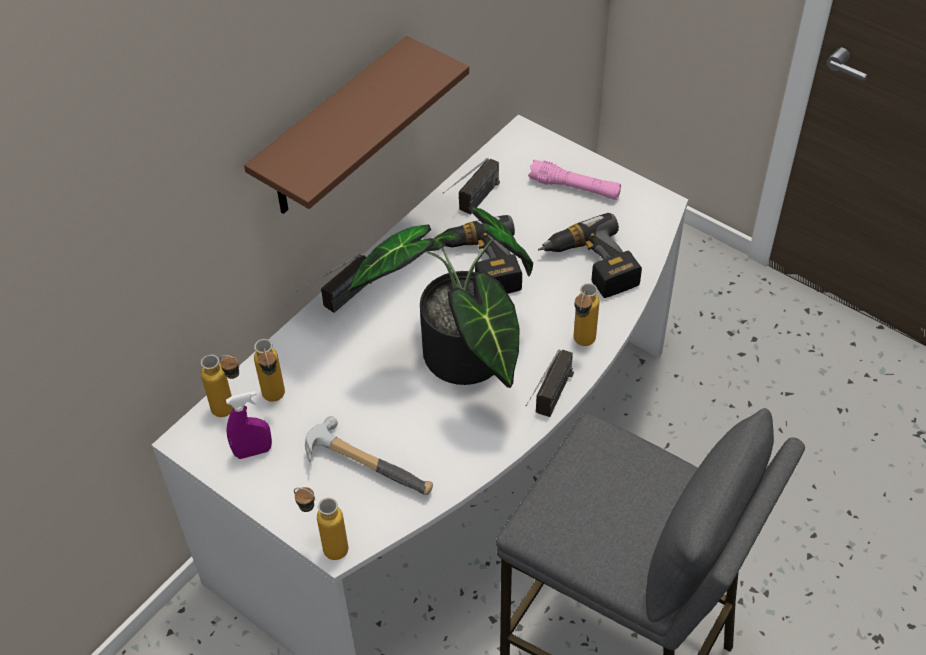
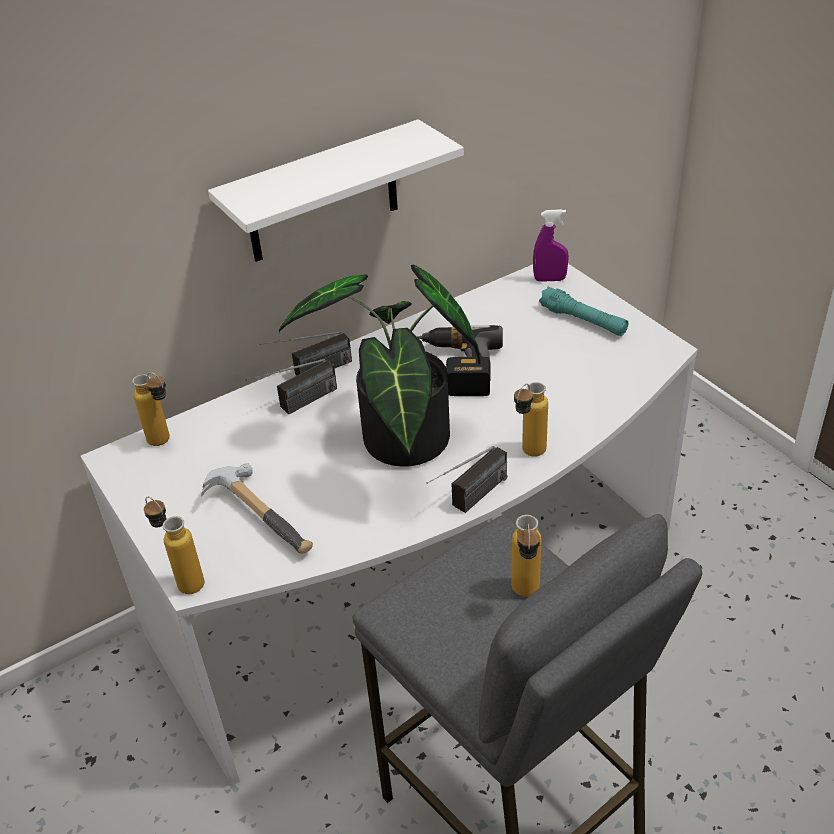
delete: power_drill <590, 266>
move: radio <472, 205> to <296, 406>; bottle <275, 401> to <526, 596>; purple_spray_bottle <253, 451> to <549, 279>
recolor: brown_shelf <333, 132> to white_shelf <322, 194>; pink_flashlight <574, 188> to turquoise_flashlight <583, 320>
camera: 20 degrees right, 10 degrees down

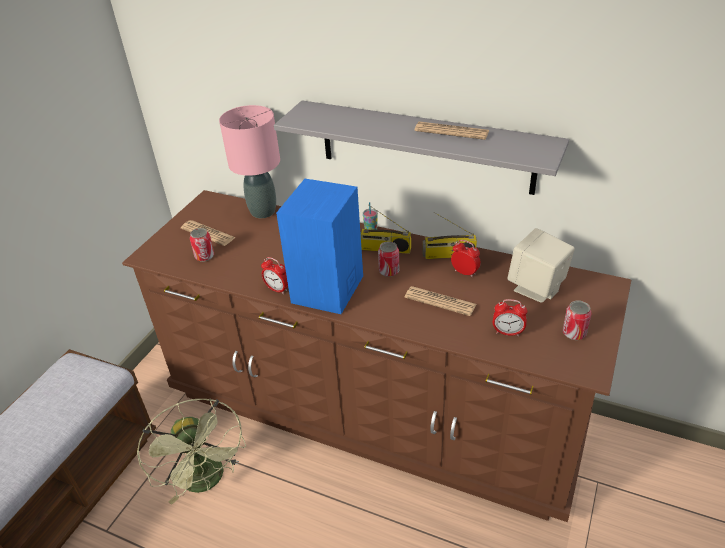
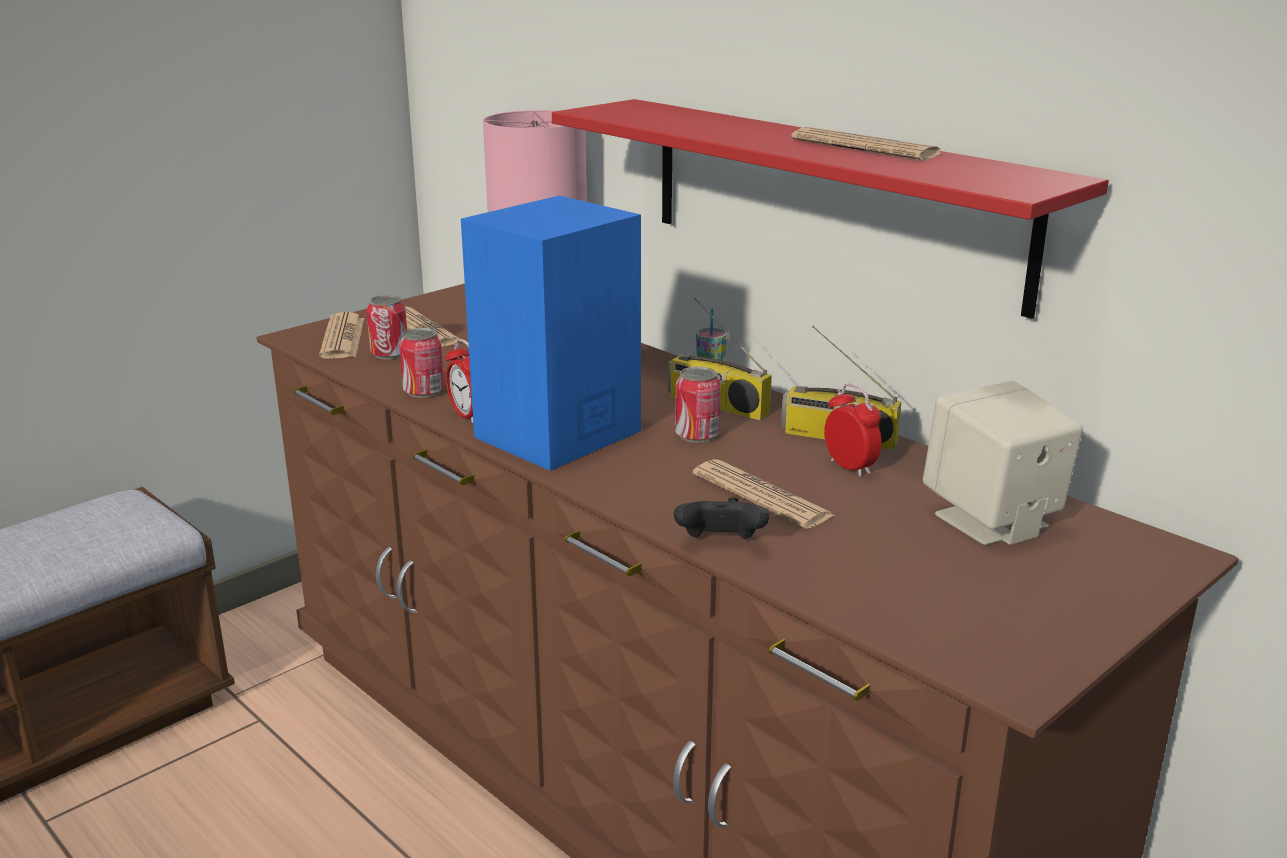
delete: green_fan <207, 481>; alarm_clock <508, 332>
insert: newspaper <342, 338>; black_game_controller <720, 544>
move: can <574, 333> to <423, 391>
recolor: grey_shelf <425, 147> to red_shelf <830, 199>
camera: 20 degrees right, 15 degrees down

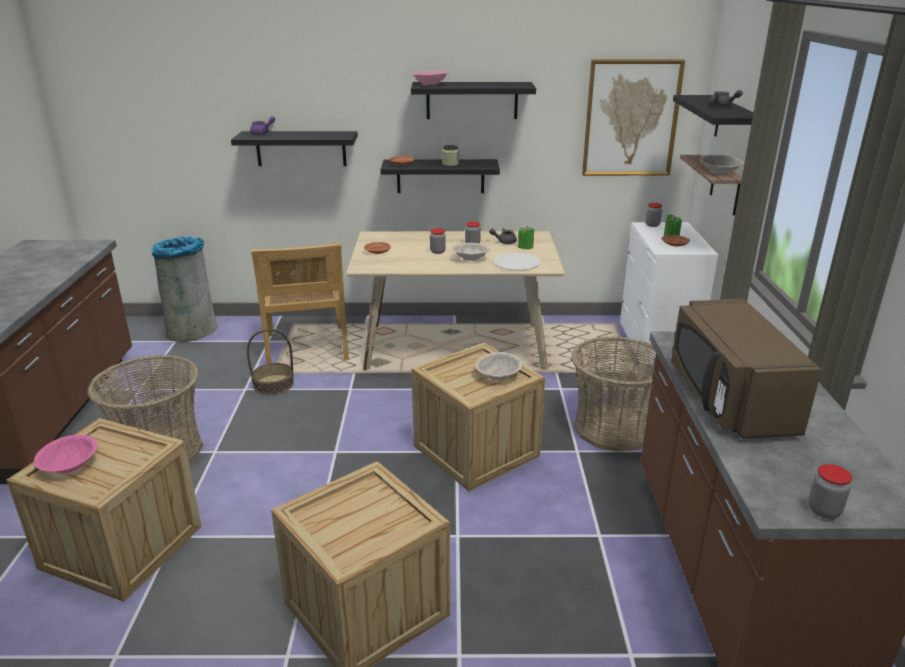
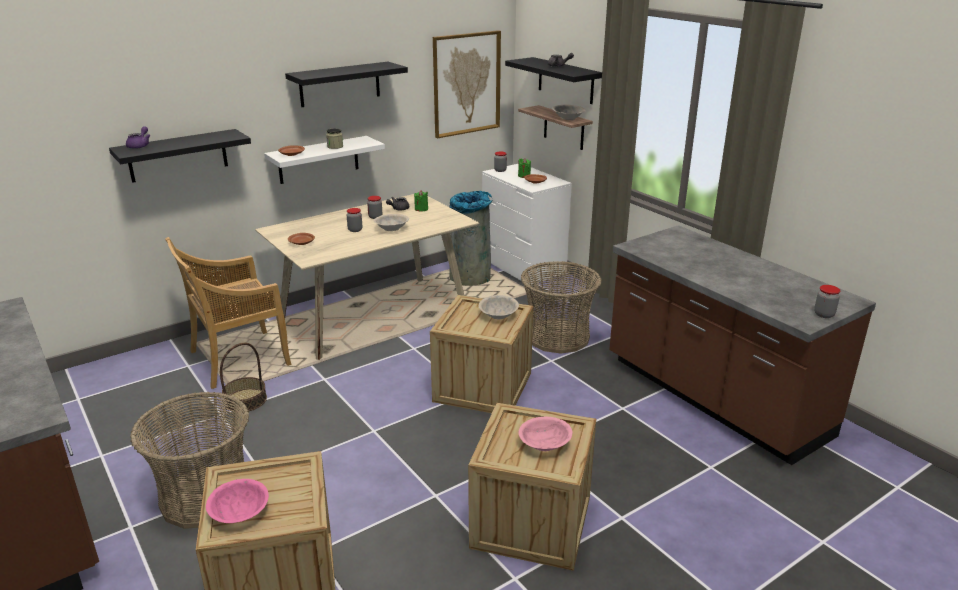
delete: white_plate <516, 263>; brown_microwave <728, 399>
move: grey_trash_can <192, 331> to <470, 276>; pink_bowl <430, 84> to <545, 444>
recolor: black_shelf <440, 176> to white_shelf <318, 160>
rotate: beige_chair <307, 348> = <238, 359> 105 degrees clockwise
camera: 35 degrees left, 0 degrees up

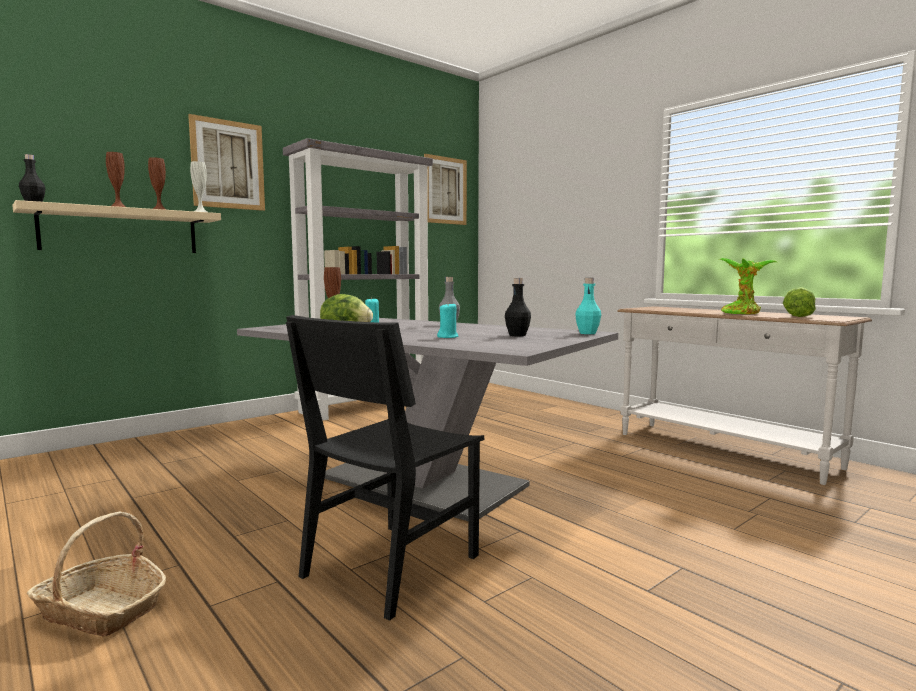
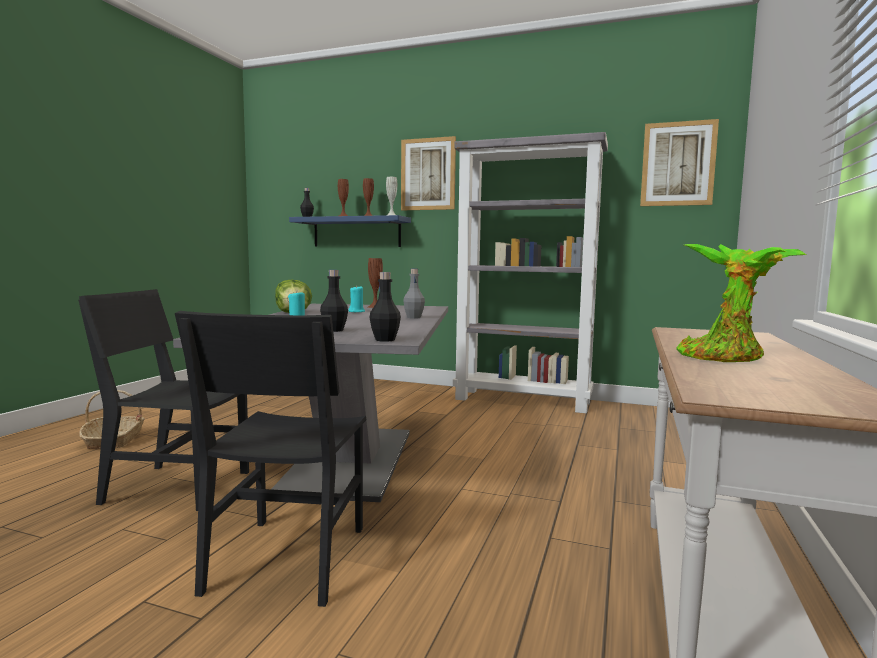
delete: lettuce <799, 316>
insert: black_chair <287, 558>
recolor: beige_shelf <121, 231> to blue_shelf <356, 232>; turquoise_bottle <587, 333> to black_bottle <385, 340>
camera: 60 degrees right, 0 degrees up

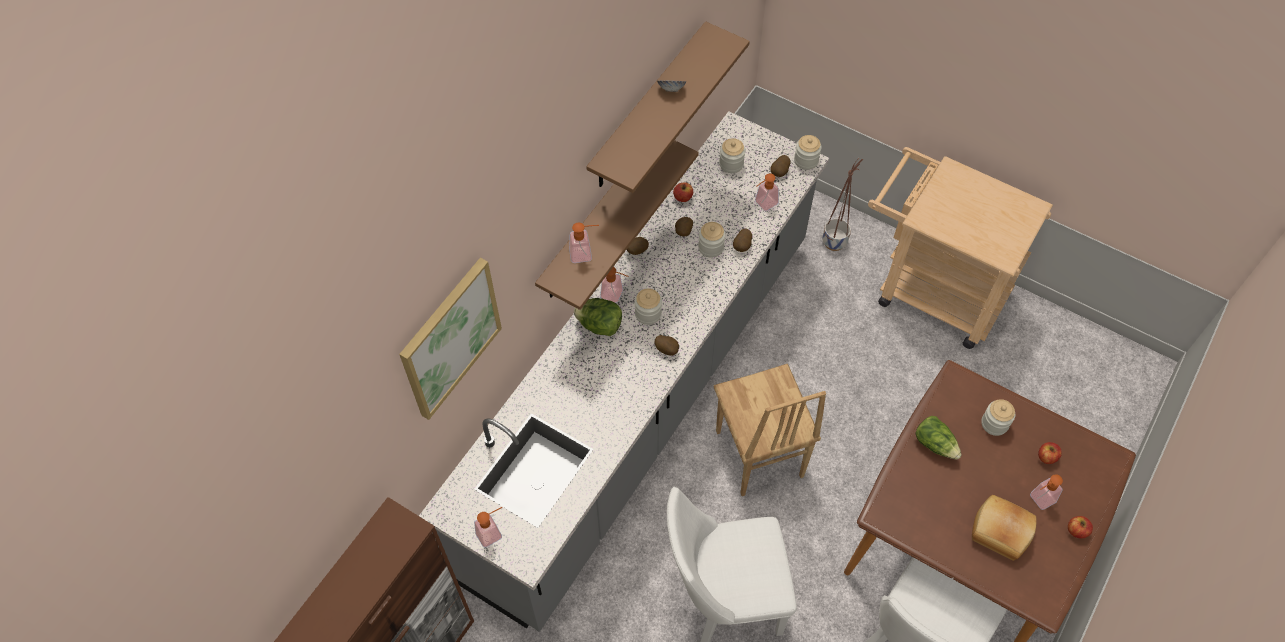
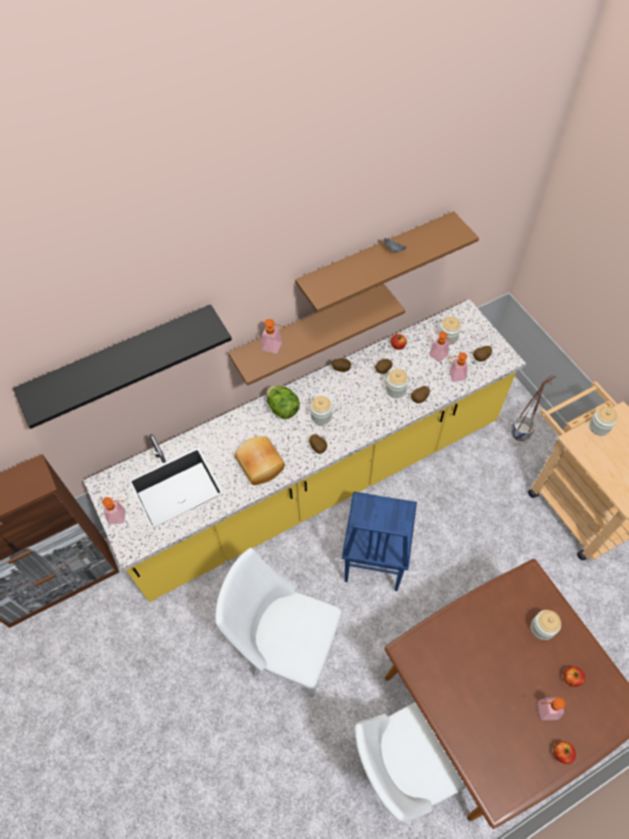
delete: lettuce <935, 443>
move: bread <999, 533> to <259, 465>; soap_dispenser <615, 295> to <440, 357>; jar <806, 160> to <599, 426>
replace: picture <450, 338> to black_shelf <121, 358>
recolor: grey_counter <642, 402> to yellow_counter <316, 481>; brown_chair <758, 455> to blue_chair <373, 558>
camera: 30 degrees right, 0 degrees up

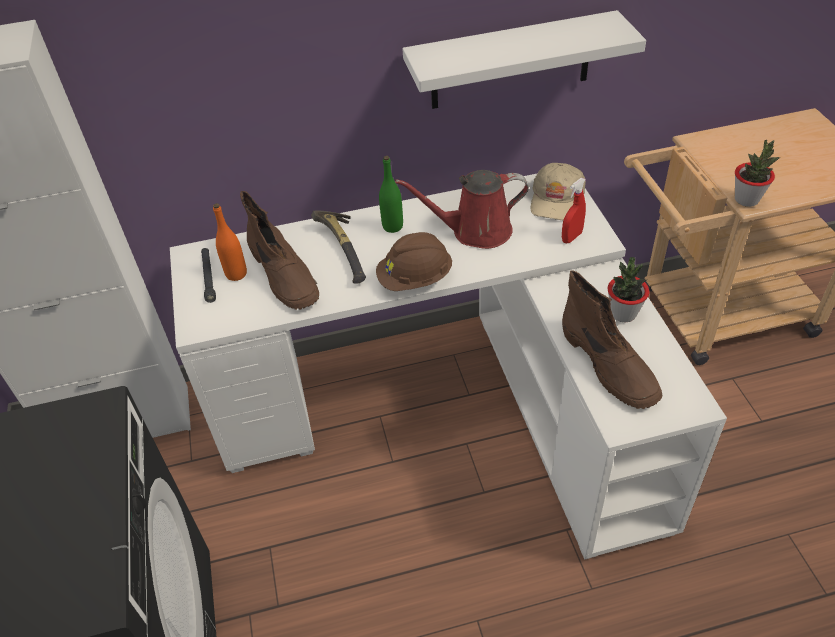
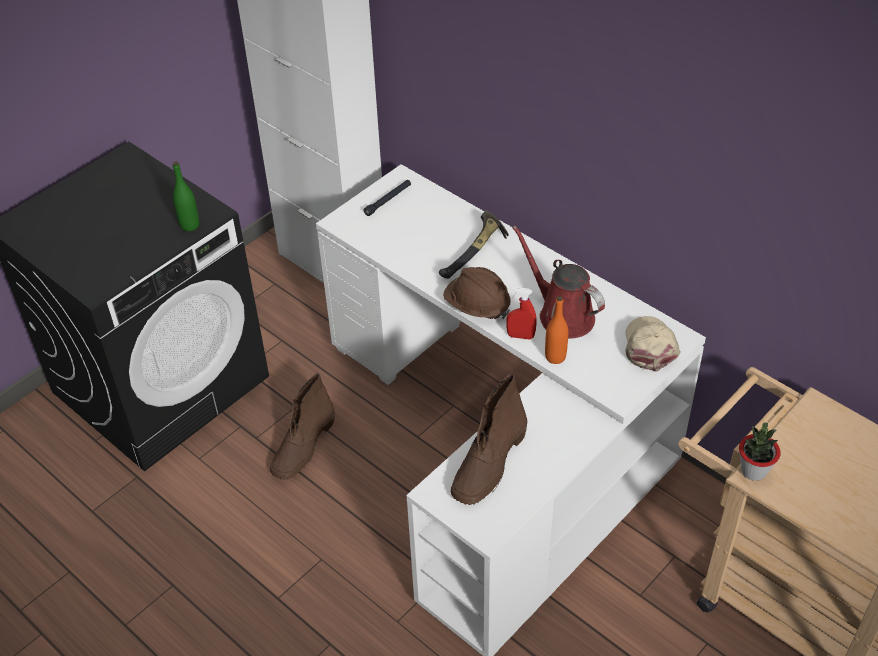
delete: white_shelf <510, 61>; potted_plant <623, 314>
move: green_bottle <392, 226> to <190, 225>; brown_boot <285, 276> to <303, 446>; red_spray_bottle <571, 237> to <520, 336>; orange_bottle <236, 274> to <555, 357>
rotate: beige_cap <556, 199> = <650, 346> 105 degrees clockwise
camera: 55 degrees right, 0 degrees up

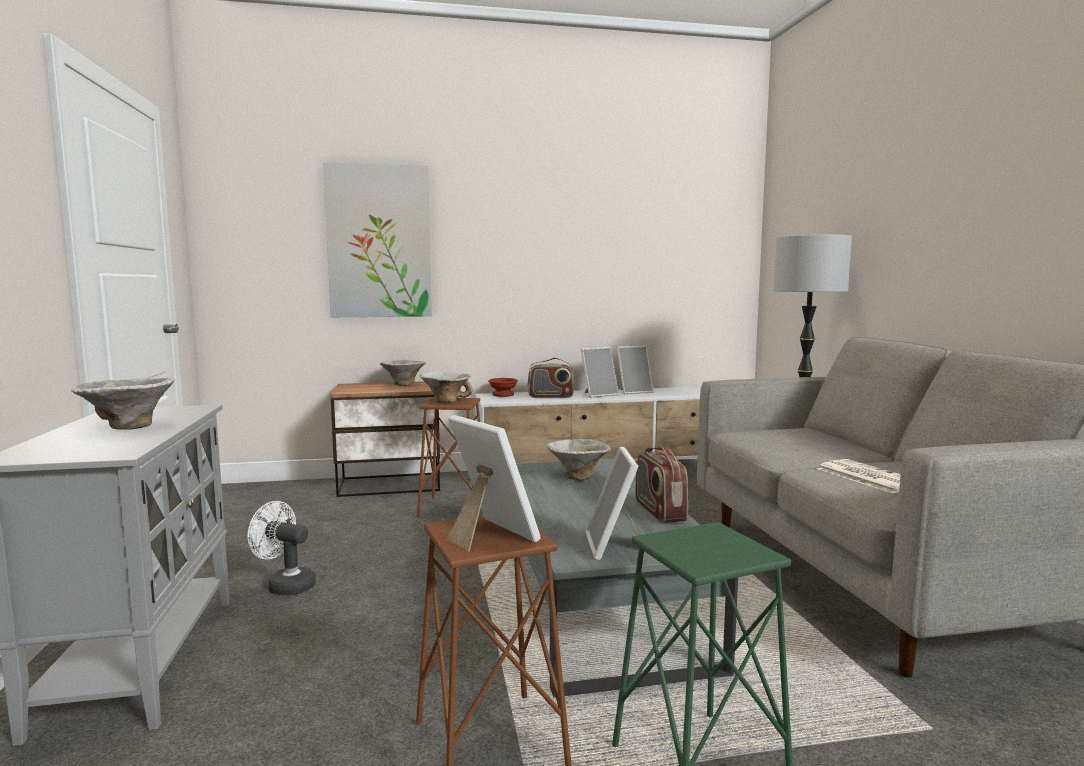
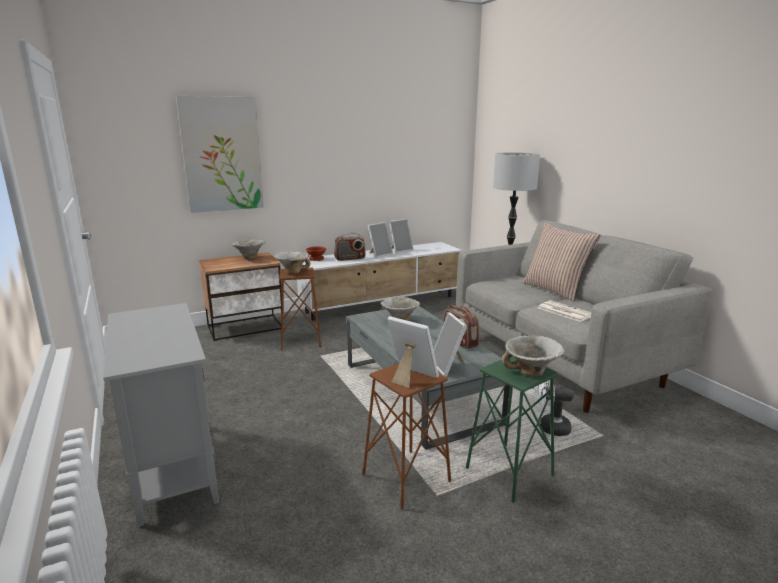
insert: pillow <555, 290>
move: bowl <128, 427> to <531, 373>; white_fan <285, 585> to <549, 428>
camera: 15 degrees left, 10 degrees up

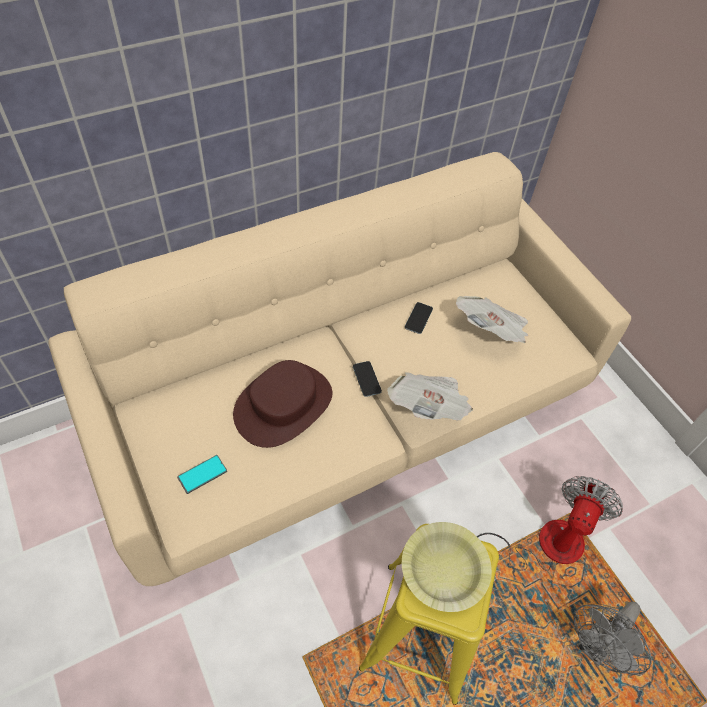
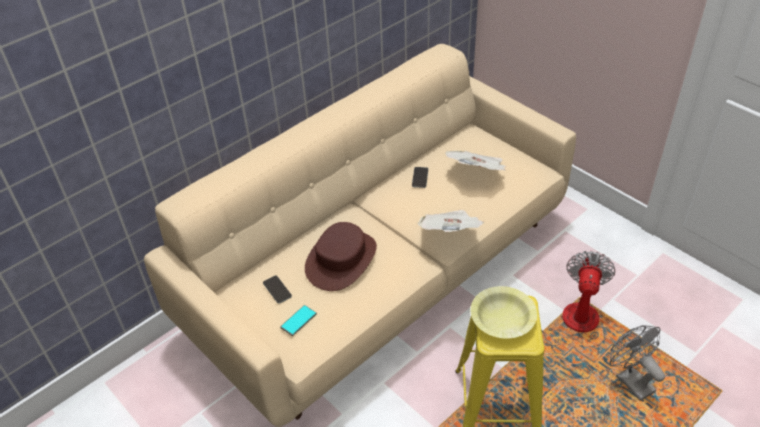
move: phone <366, 379> to <277, 289>
rotate: grey_fan <595, 647> = <630, 380> 120 degrees clockwise
camera: 10 degrees left, 10 degrees down

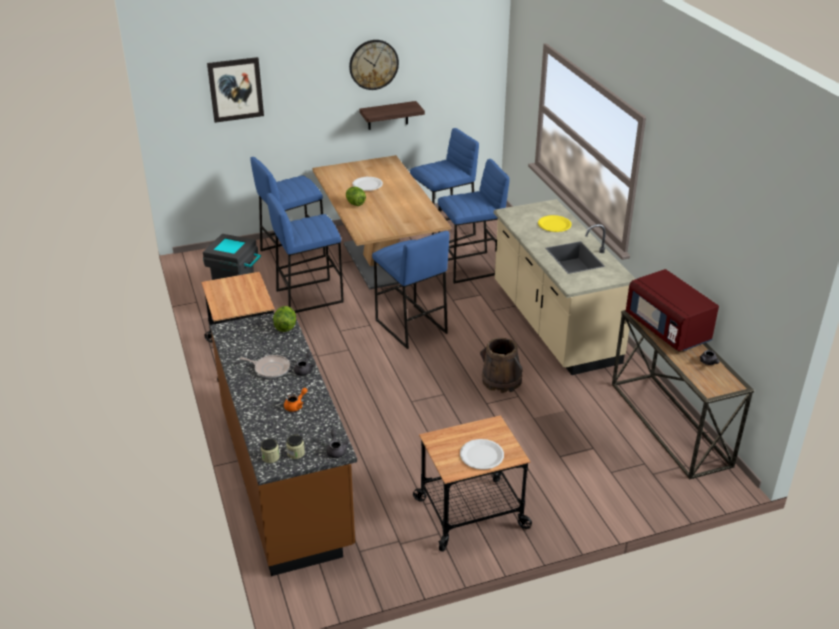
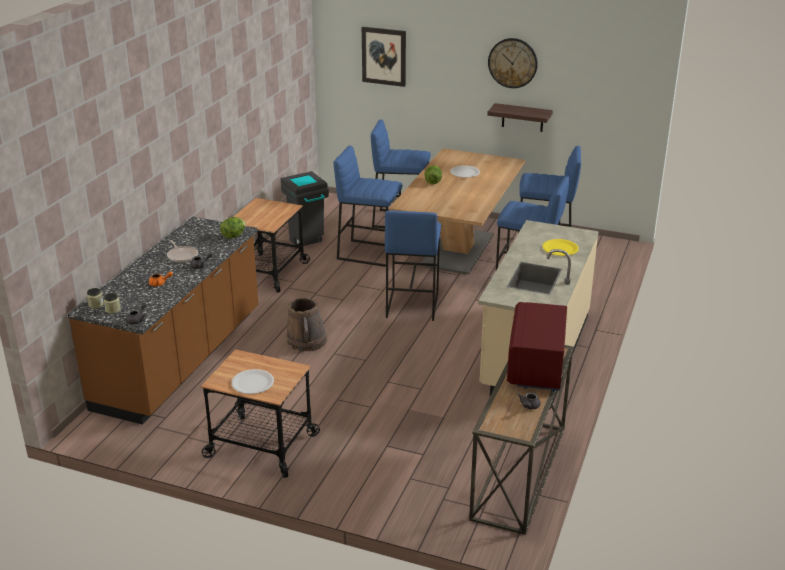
move: brown_bucket <501, 380> to <307, 341>
camera: 40 degrees right, 5 degrees down

